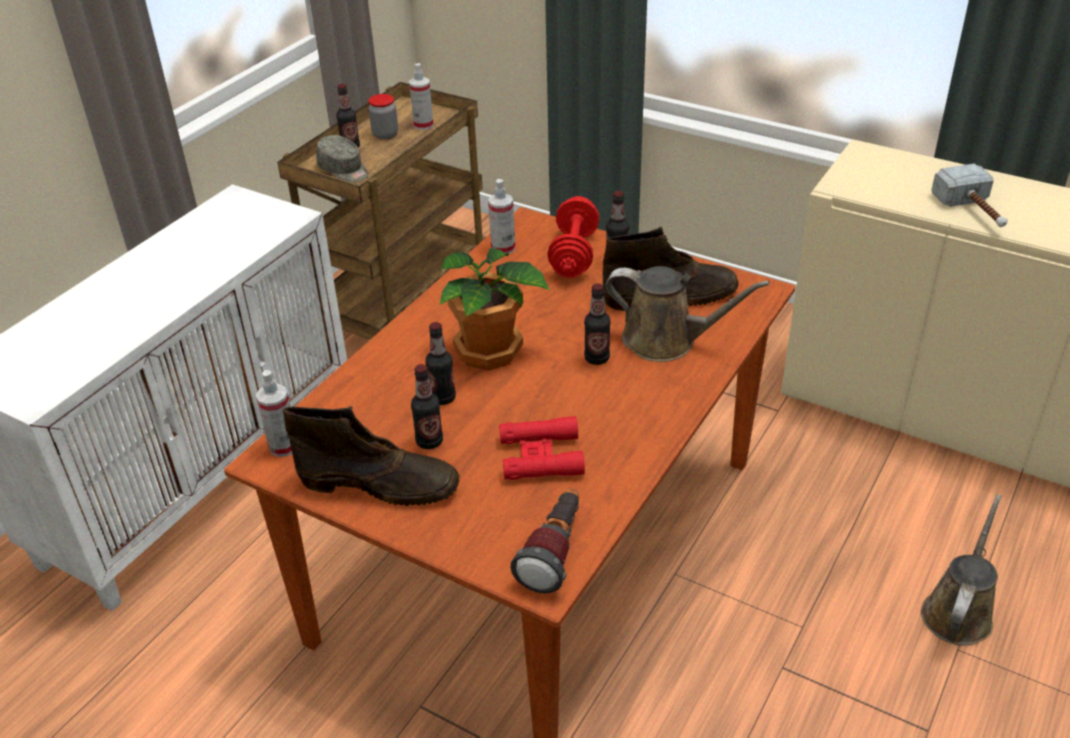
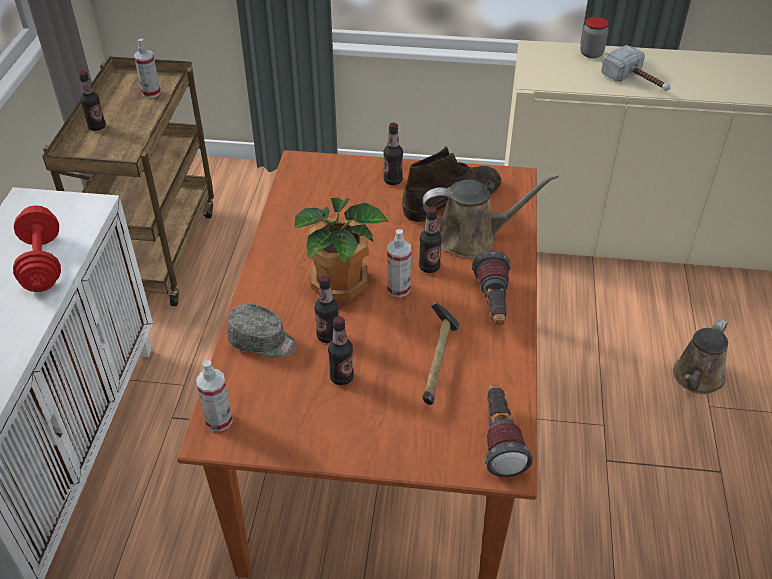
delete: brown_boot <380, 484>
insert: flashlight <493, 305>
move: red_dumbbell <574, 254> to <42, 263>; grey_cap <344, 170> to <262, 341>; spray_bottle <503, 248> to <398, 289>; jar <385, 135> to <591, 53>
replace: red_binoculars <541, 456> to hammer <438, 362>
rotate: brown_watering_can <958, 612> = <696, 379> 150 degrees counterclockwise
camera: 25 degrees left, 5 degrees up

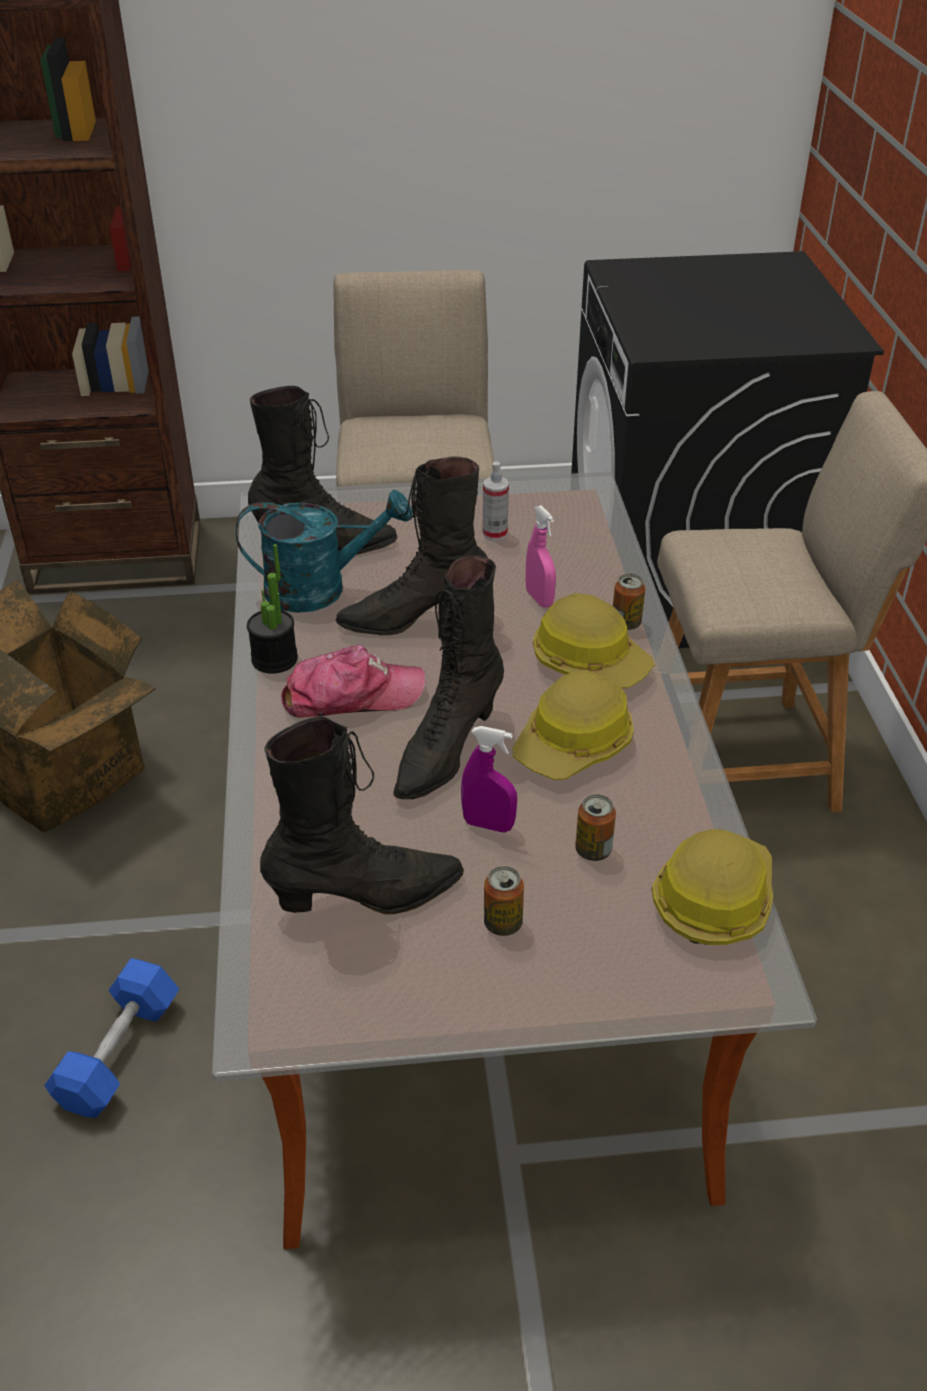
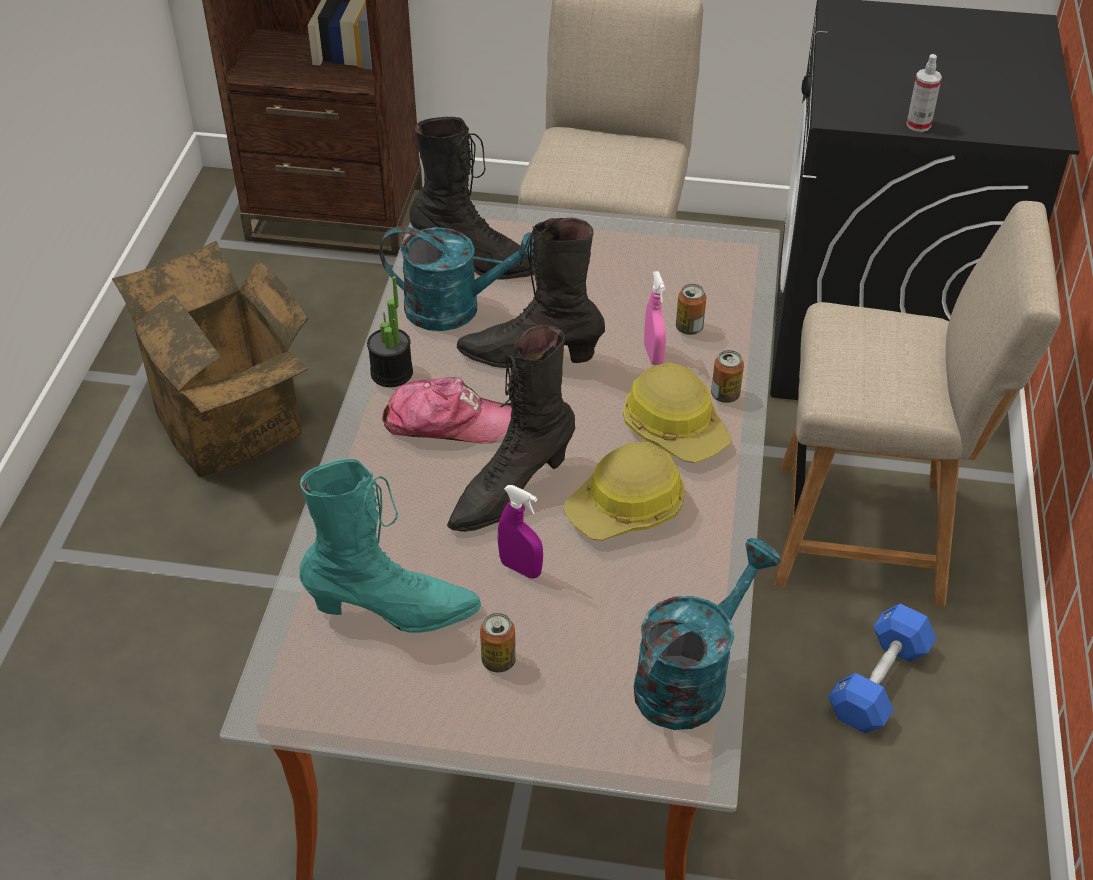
move: can <593, 850> to <689, 328>; blue_dumbbell <119, 1053> to <878, 682>; spray_bottle <495, 533> to <918, 125>
replace: hard_hat <712, 898> to turquoise_watering_can <691, 677>
recolor: black_boot <367, 896> to turquoise_boot <393, 611>
camera: 15 degrees right, 5 degrees up

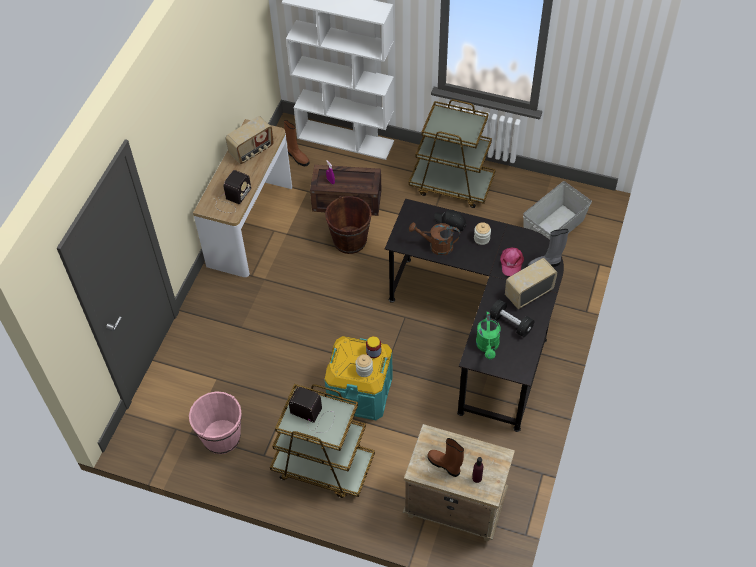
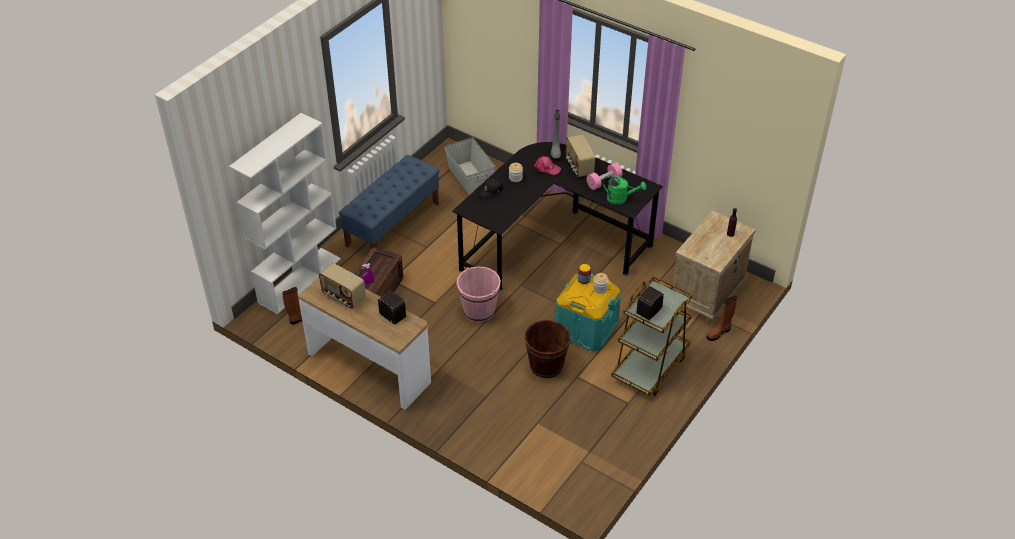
delete: brown_watering_can <436, 246>
move: pink_bucket <221, 437> to <479, 310>; brown_bucket <350, 240> to <546, 365>; brown_boot <445, 465> to <719, 332>
replace: brown_cart <452, 185> to blue_bench <393, 224>
recolor: black_dumbbell <510, 323> to pink_dumbbell <604, 182>
rotate: radio <252, 151> = <343, 297> 150 degrees clockwise
camera: 75 degrees left, 10 degrees down

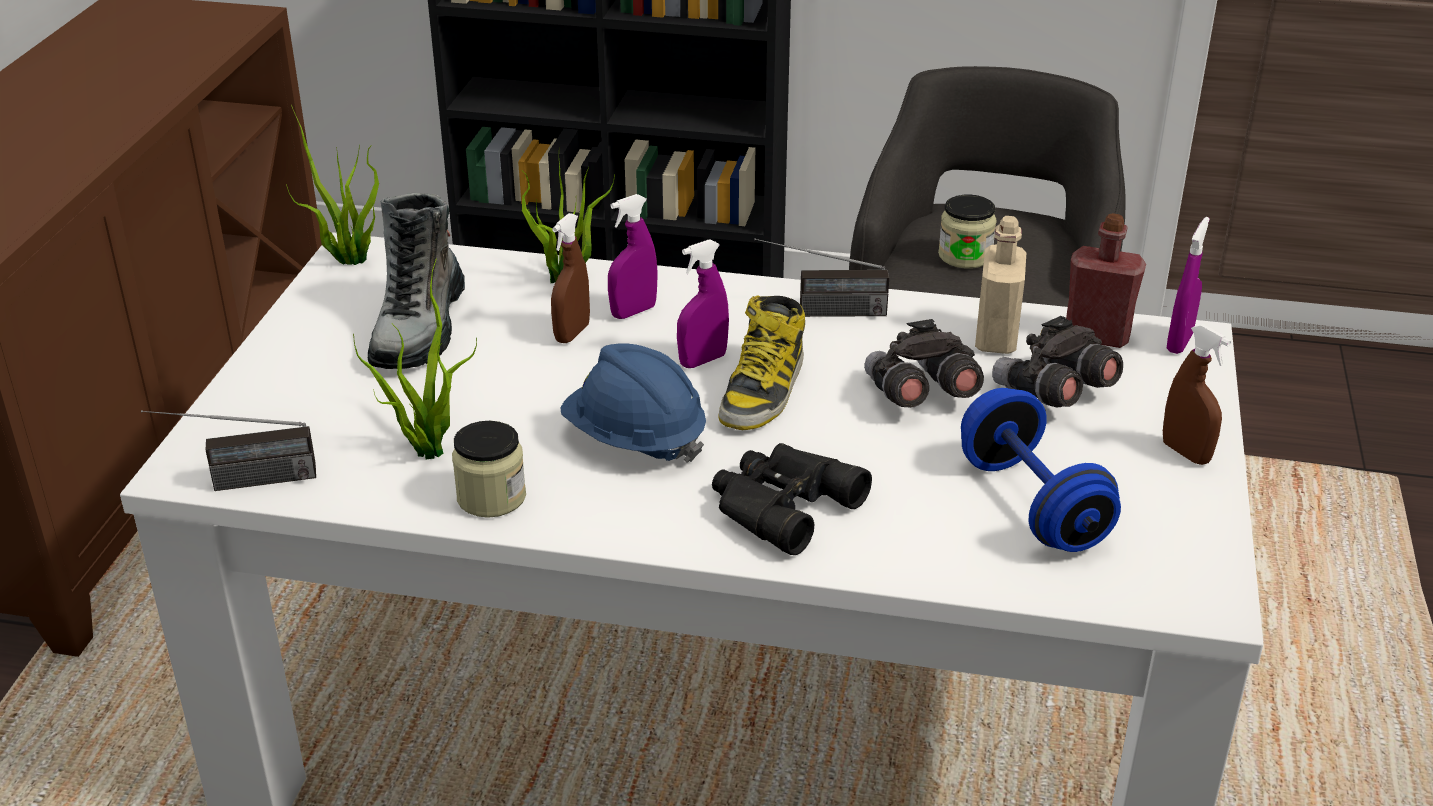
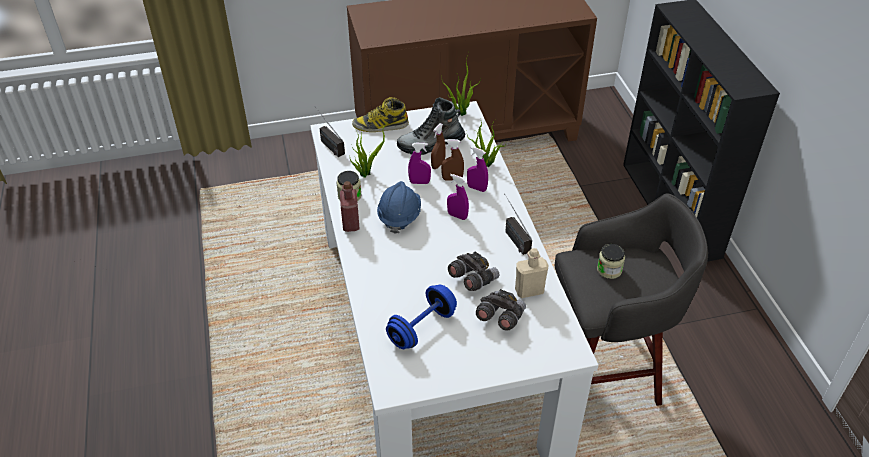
delete: black_binoculars <780, 505>
move: red_bottle <1096, 335> to <351, 223>; boot <763, 391> to <380, 125>; purple_spray_bottle <1179, 342> to <419, 182>; brown_spray_bottle <1185, 453> to <438, 164>
camera: 65 degrees right, 10 degrees up

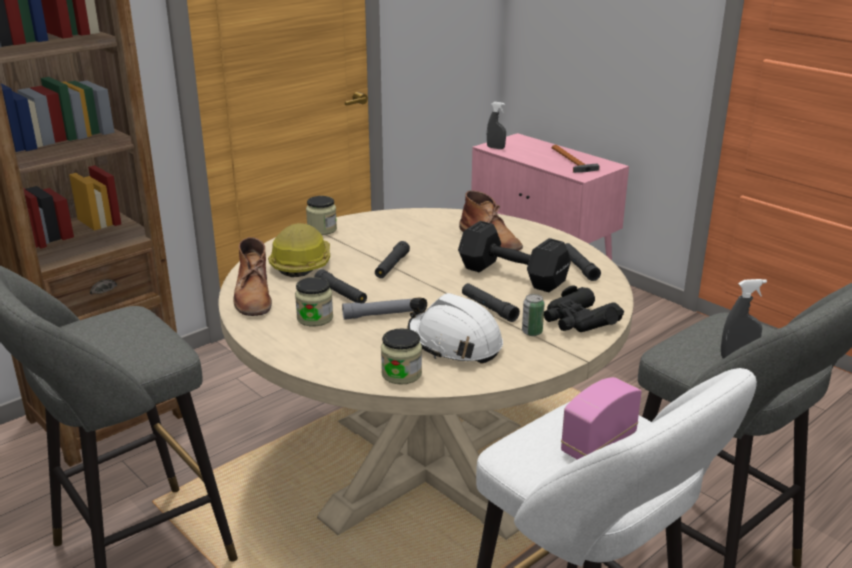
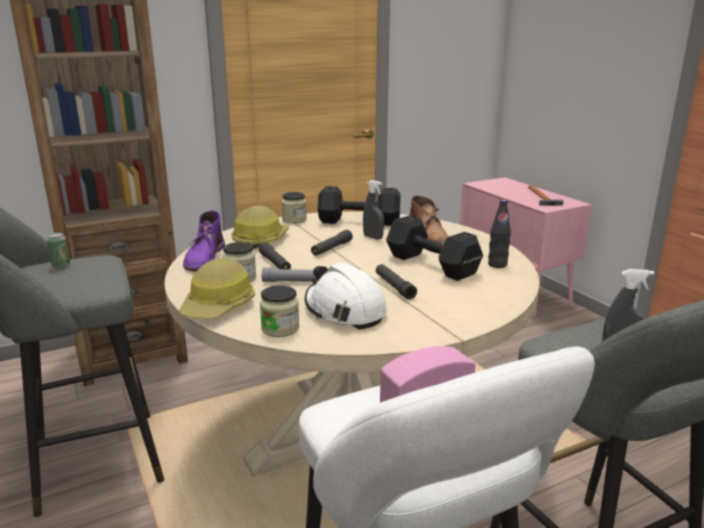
delete: black_binoculars <578, 320>
insert: hard_hat <219, 306>; black_dumbbell <361, 222>
move: can <532, 332> to <61, 265>; grey_spray_bottle <495, 148> to <373, 237>
replace: black_flashlight <579, 267> to black_bottle <497, 265>
recolor: brown_boot <253, 296> to purple_boot <204, 258>
camera: 15 degrees right, 5 degrees down

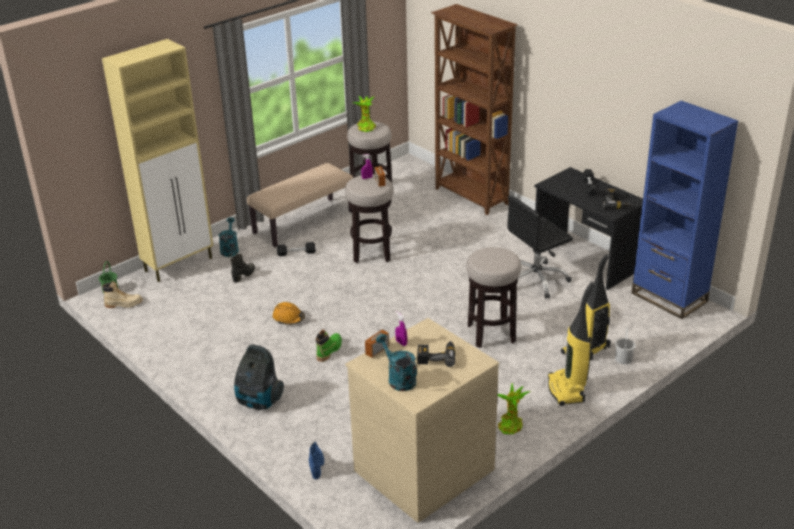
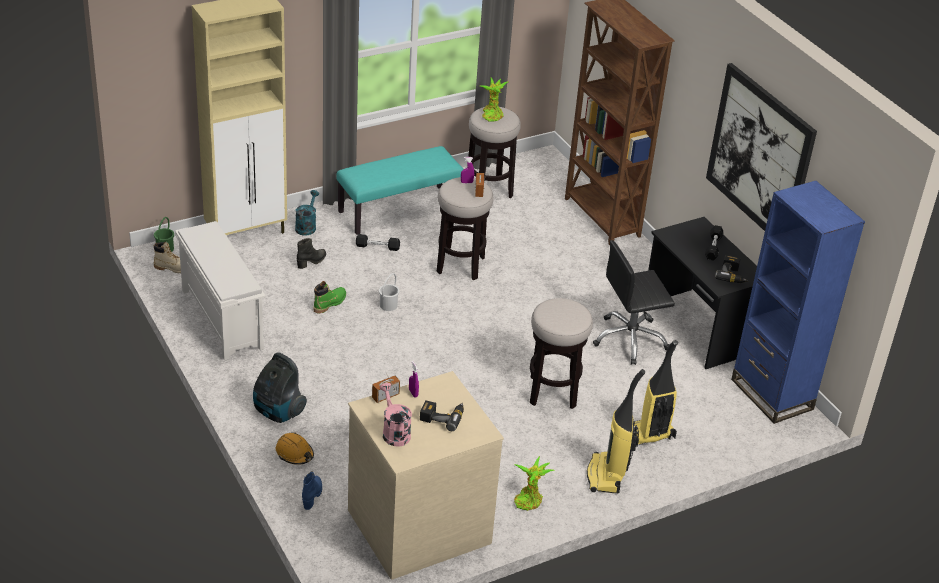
insert: white_shoe_rack <220, 318>; picture <760, 155>
move: orange_hard_hat <289, 318> to <294, 453>; green_boot <329, 350> to <330, 303>; white_bucket <623, 359> to <388, 305>
recolor: beige_bench <303, 222> to turquoise_bench <399, 209>; turquoise_watering_can <398, 379> to pink_watering_can <394, 432>
camera: 10 degrees right, 5 degrees up

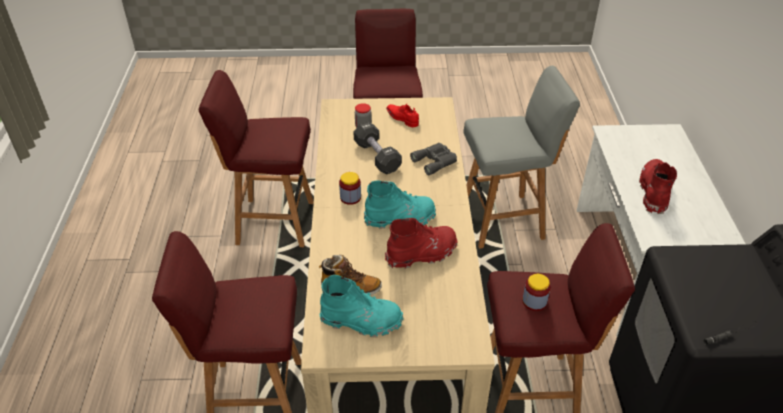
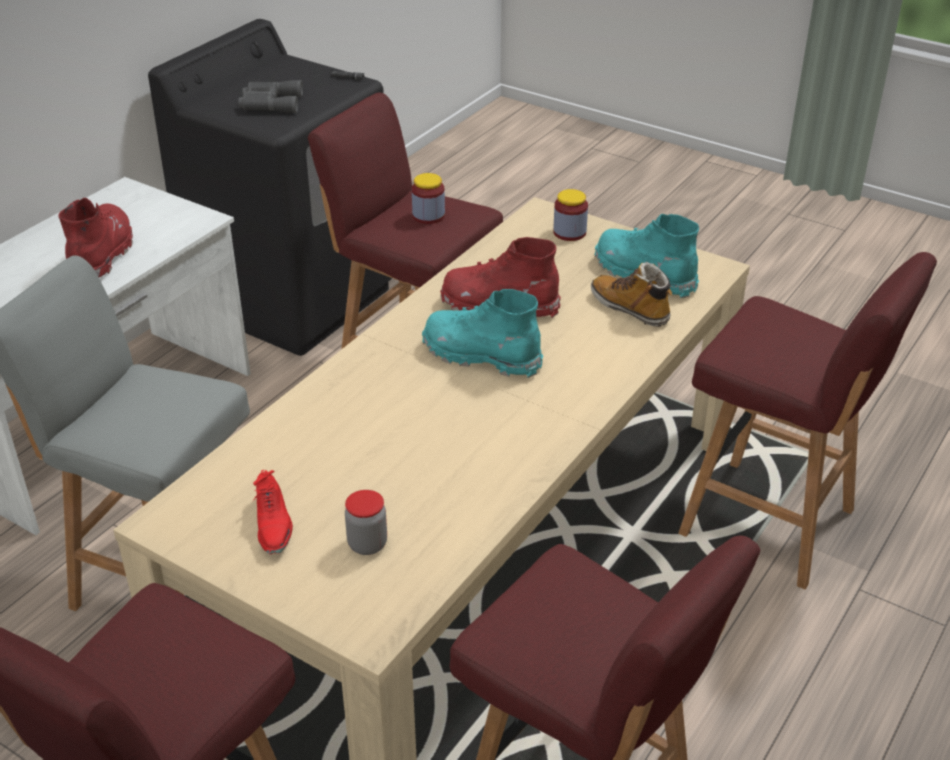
delete: black_dumbbell <377, 157>
move: grey_binoculars <436, 161> to <269, 103>; jar <350, 197> to <569, 232>
rotate: red_boot <654, 192> = <102, 255> 135 degrees clockwise
camera: 145 degrees left, 5 degrees down

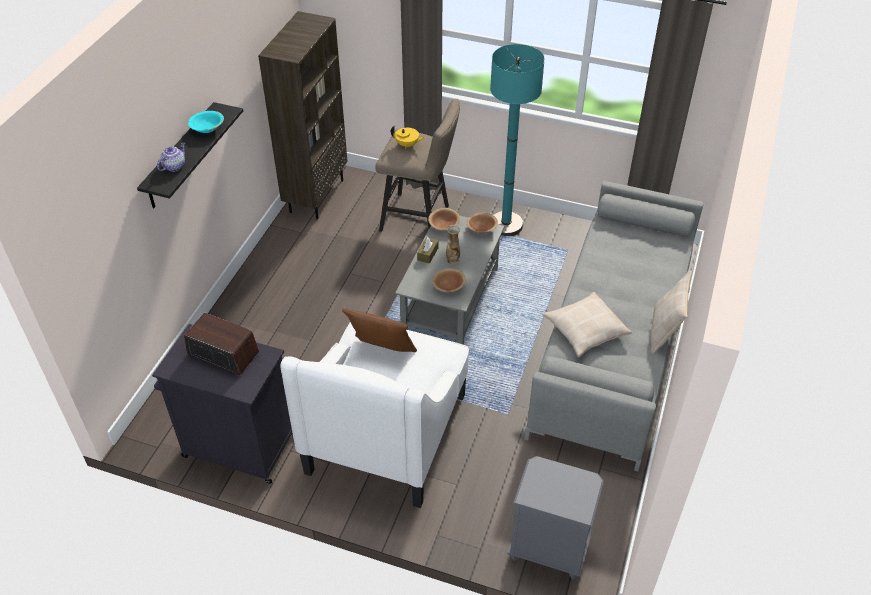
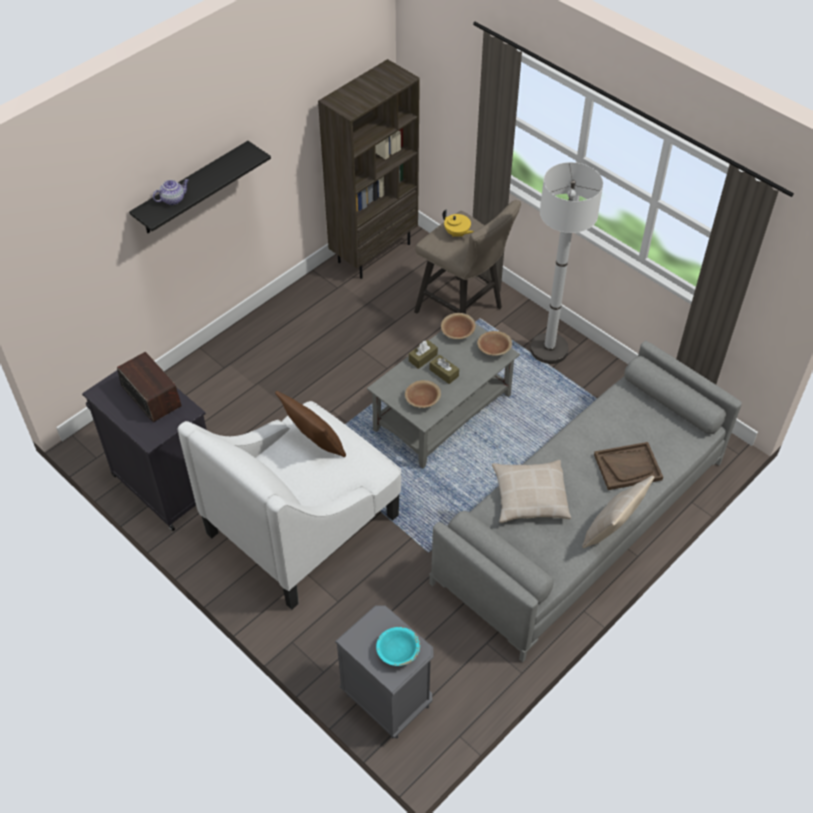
insert: brown_tray <628, 467>
move: turquoise_bowl <207, 129> to <398, 652>
replace: vase <452, 260> to brown_tissue_box <444, 373>
recolor: turquoise_floor_lamp <506, 225> to white_floor_lamp <549, 349>
camera: 25 degrees right, 5 degrees up

